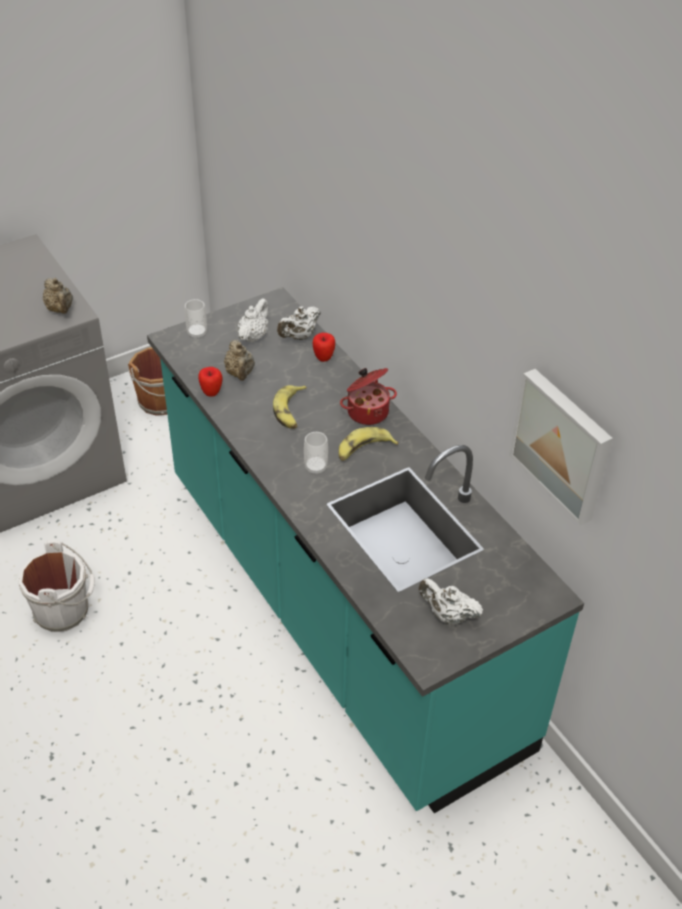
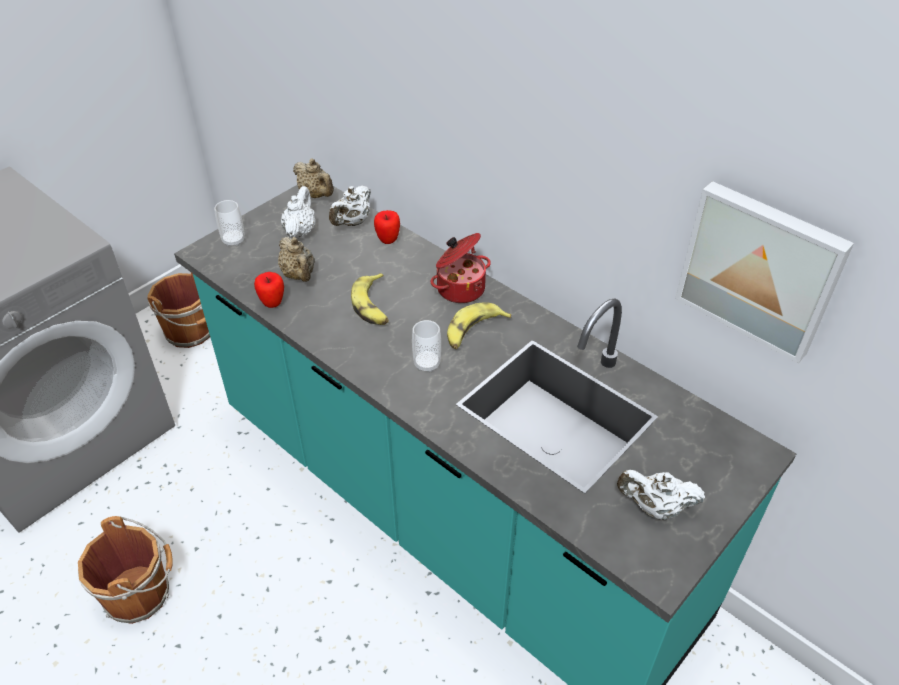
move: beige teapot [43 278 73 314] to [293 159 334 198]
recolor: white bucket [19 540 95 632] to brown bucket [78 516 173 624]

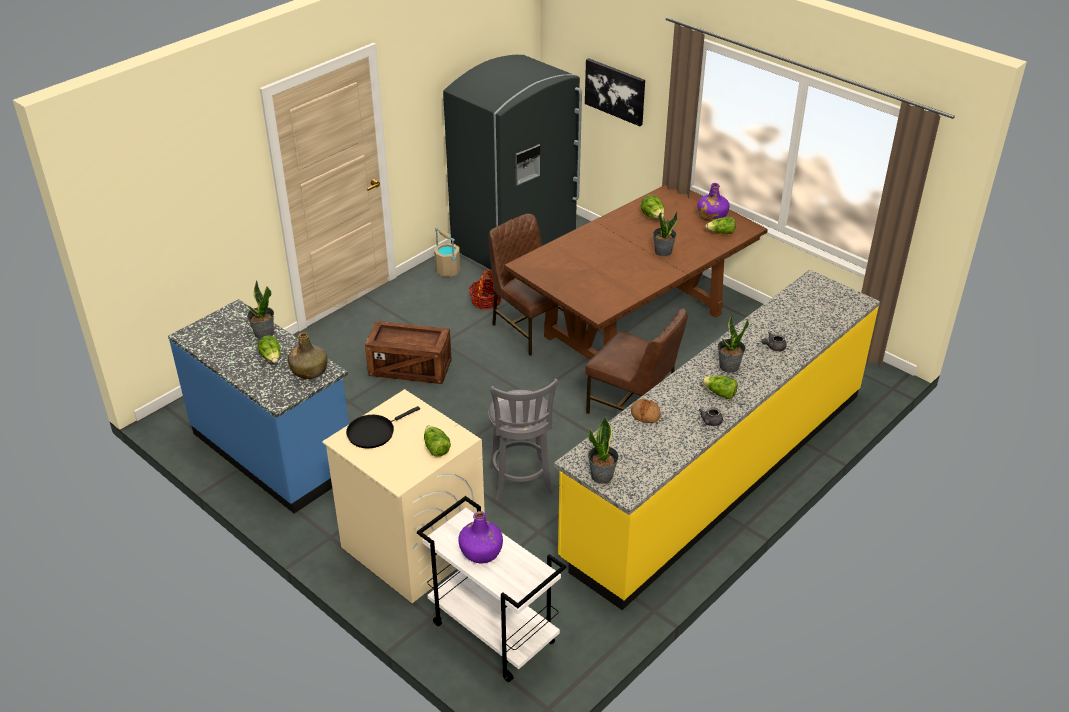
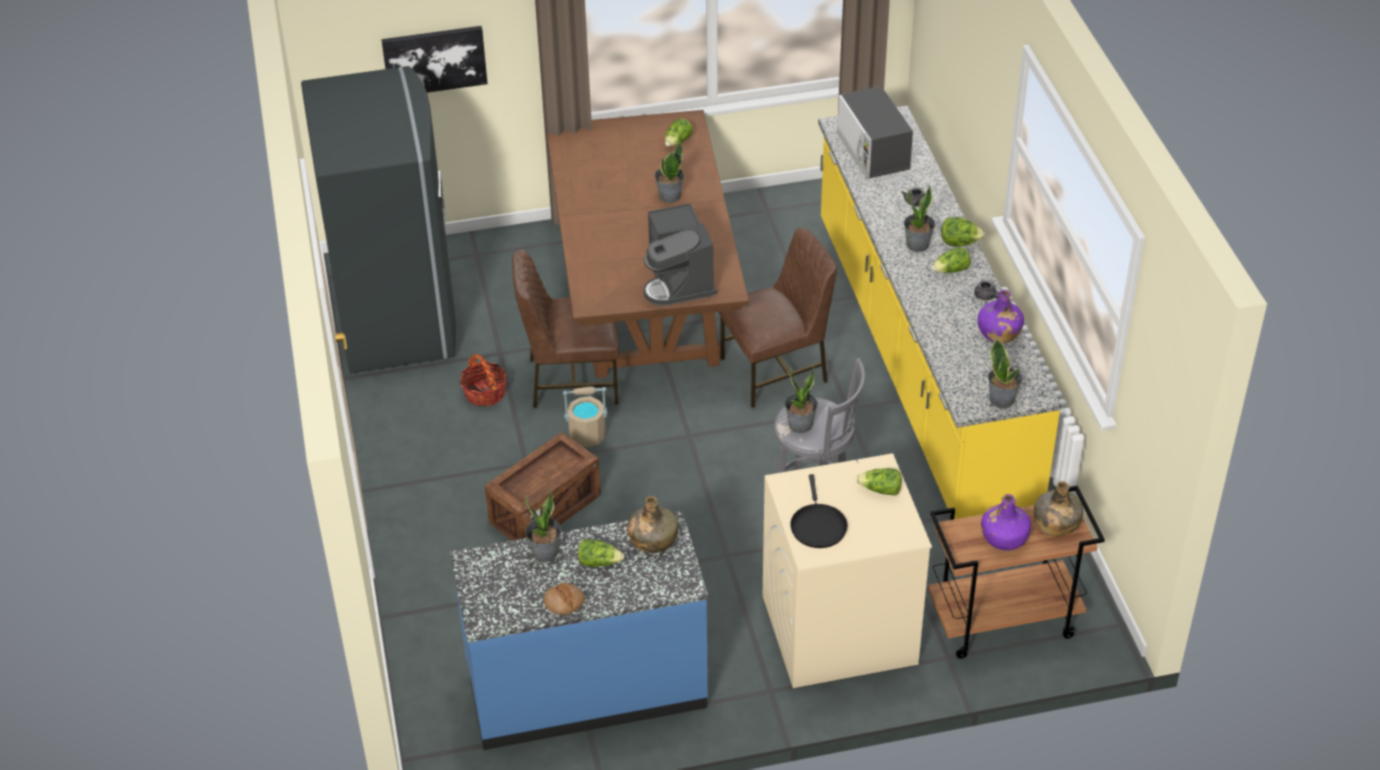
insert: coffee machine [644 203 717 306]; potted plant [785 367 818 433]; microwave [837 86 913 179]; green bottle [1034 481 1084 537]
move: beige bucket [434 227 460 277] to [563 387 608 448]; bread [631 399 661 423] to [544 583 585 615]; lettuce [641 195 665 218] to [941 217 985 247]; purple bottle [697 183 729 222] to [978 290 1024 343]
recolor: white cart [417 496 566 682] to brown cart [928 486 1105 659]

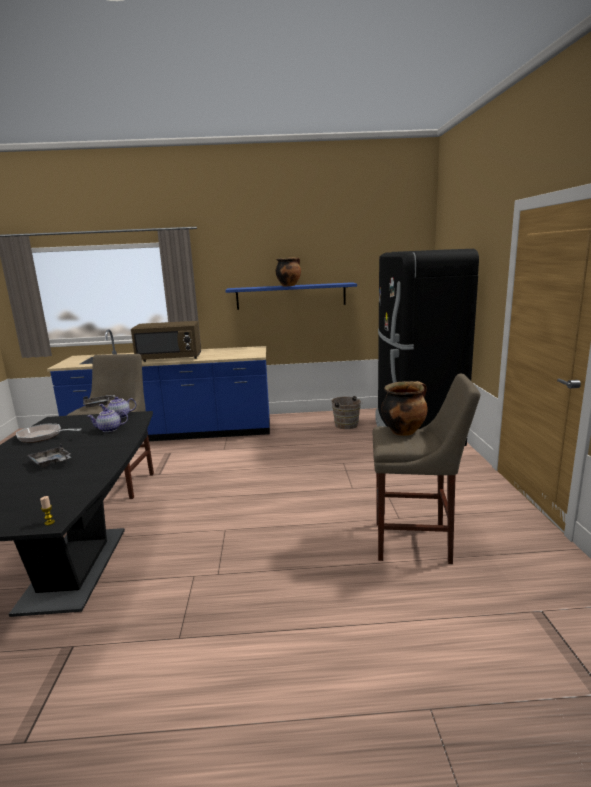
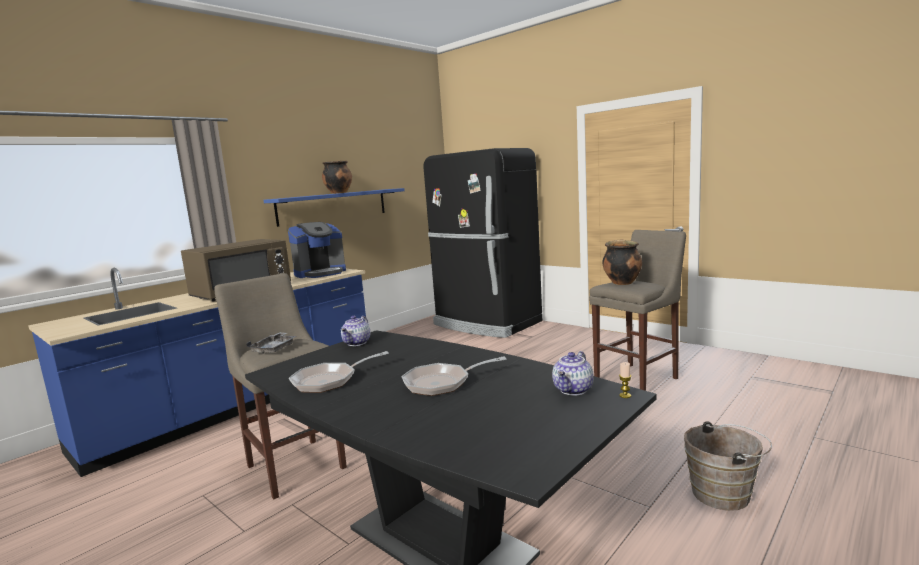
insert: coffee machine [288 222 346 278]
move: teapot [88 408 128 432] to [552 351 594 396]; brown bucket [332 396 364 429] to [684 421 772 511]
replace: grey tray [27 444 71 468] to frying pan [401 356 506 396]

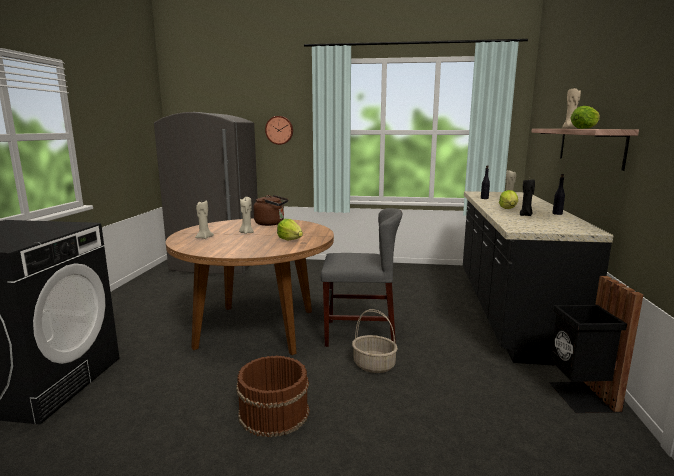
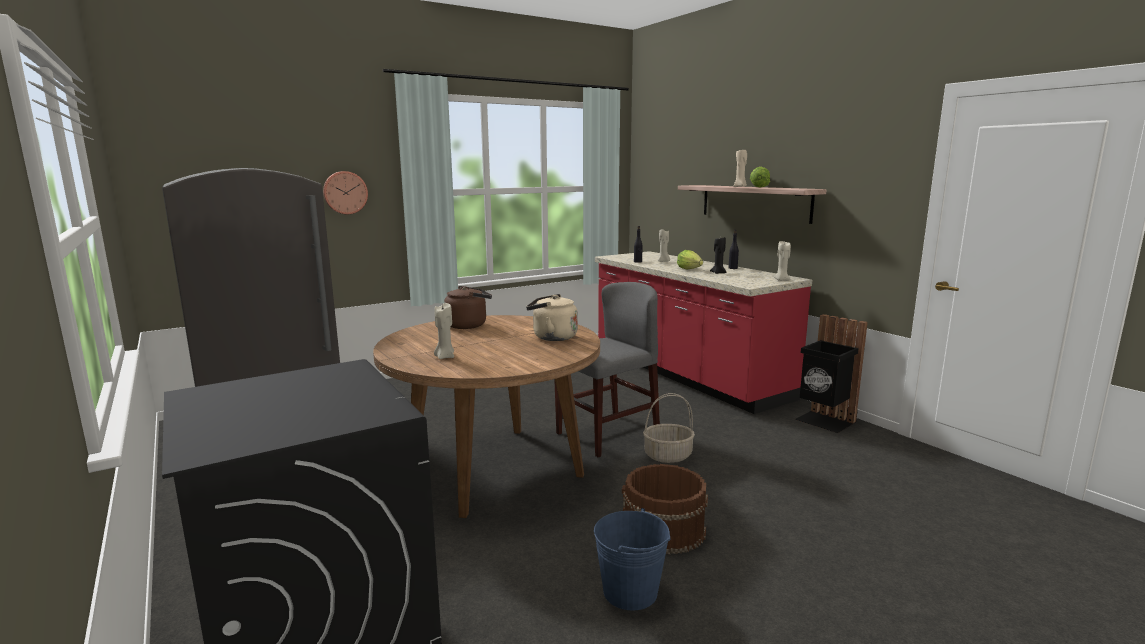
insert: blue bucket [594 508 671 611]
move: beige candle [239 197 254 234] to [774 241 791 281]
replace: lettuce [277 219 303 241] to beige kettle [526 294 578 341]
recolor: black counter [463 191 614 366] to red counter [595 251 812 414]

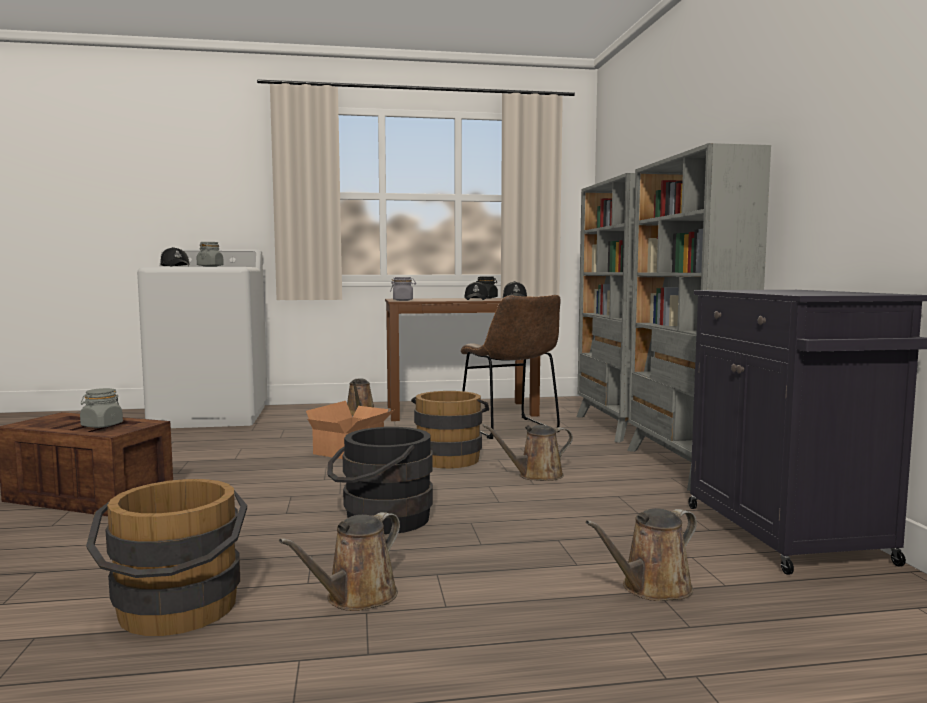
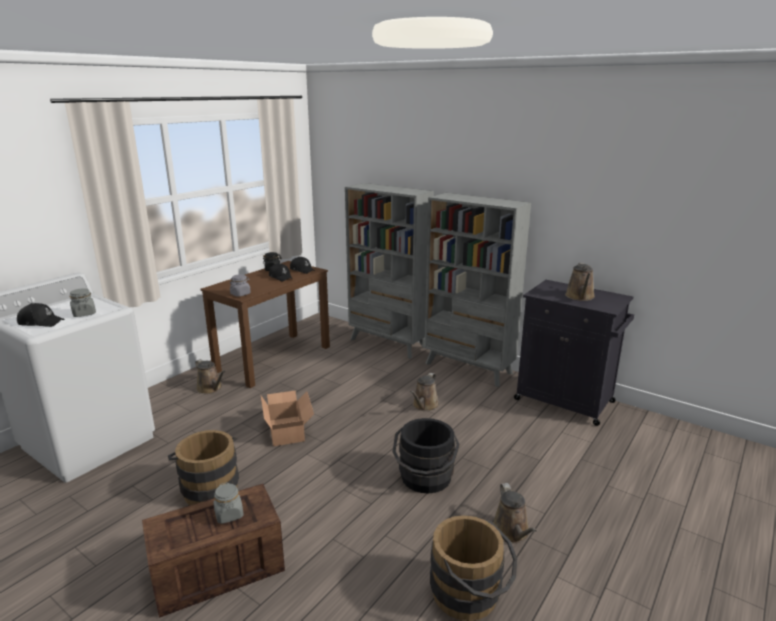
delete: brown chair [460 295 561 439]
move: brown bucket [411 391 489 468] to [168 430 239 505]; brown watering can [585 508 697 601] to [565 263 595 301]

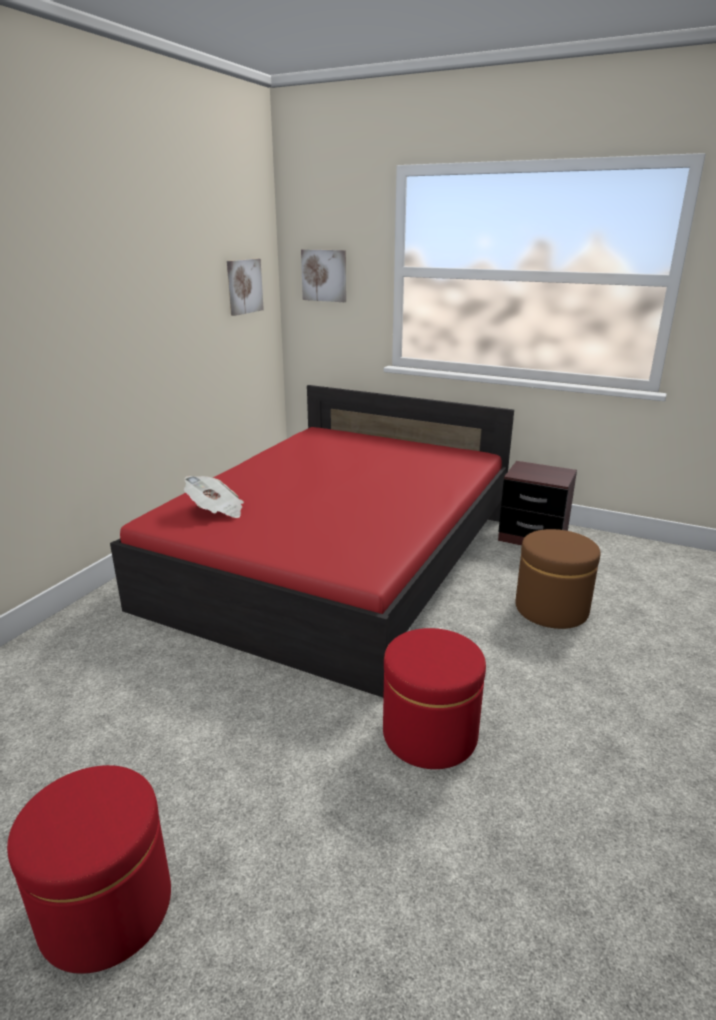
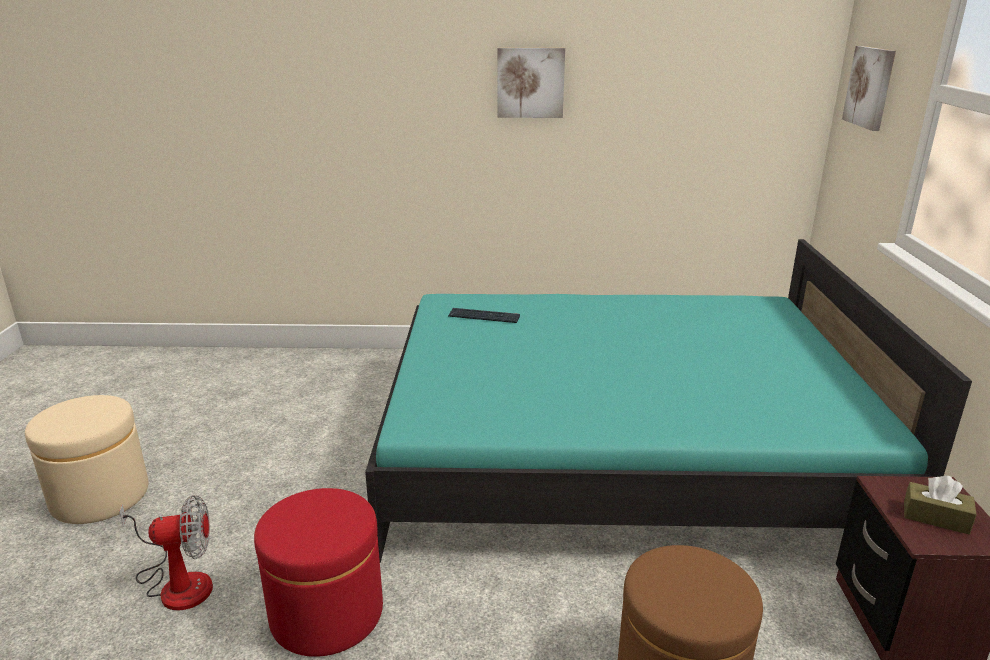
insert: fan [119 495 213 611]; brown tissue box [904 476 977 534]
move: picture [227 259 264 316] to [498 48 565 118]
replace: newspaper [184 476 244 518] to keyboard [448 308 520 323]
recolor: red ottoman [7 765 171 974] to beige ottoman [25 395 148 524]; red bed [110 385 514 698] to turquoise bed [365 239 972 563]

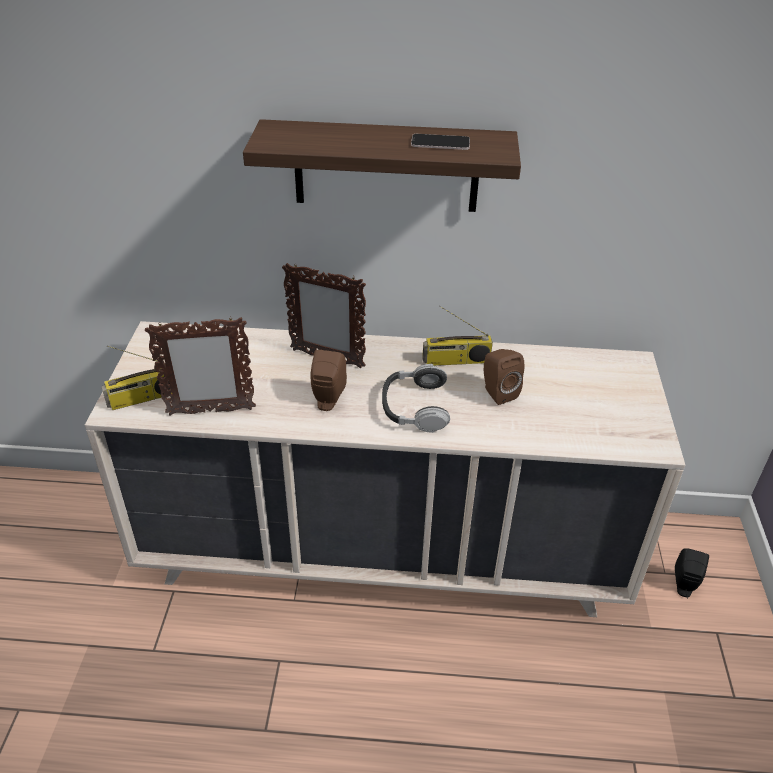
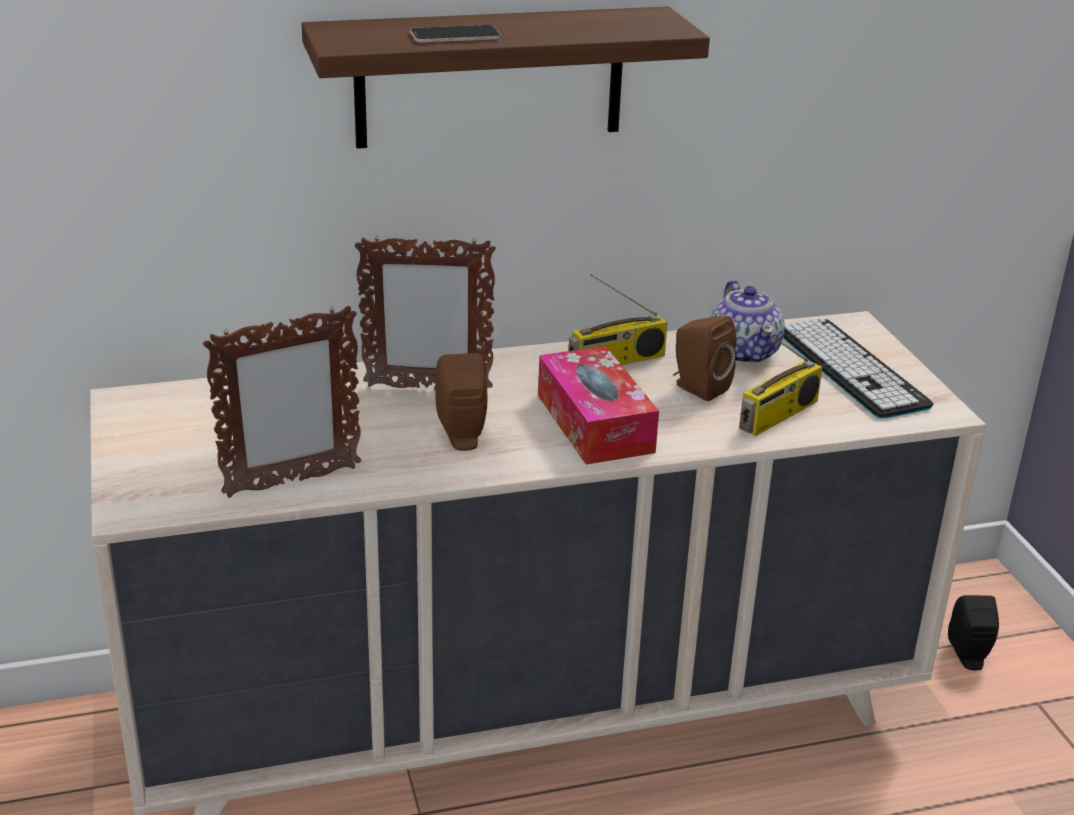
insert: teapot [710 280 785 364]; keyboard [783 318 933 419]
move: radio [101 345 172 410] to [739 330 823 436]; phone [411 134 470 150] to [410 25 501 42]
replace: headphones [382 364 450 433] to tissue box [538 346 659 465]

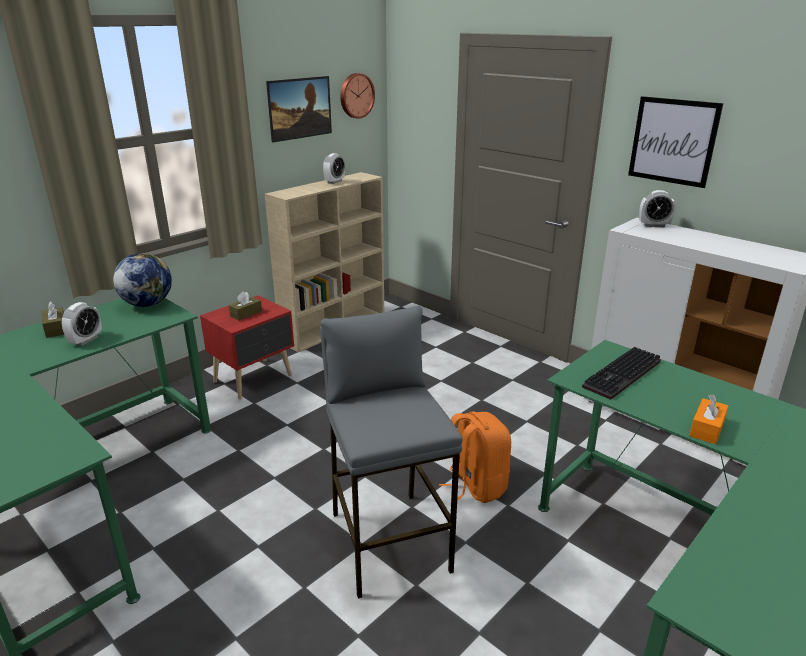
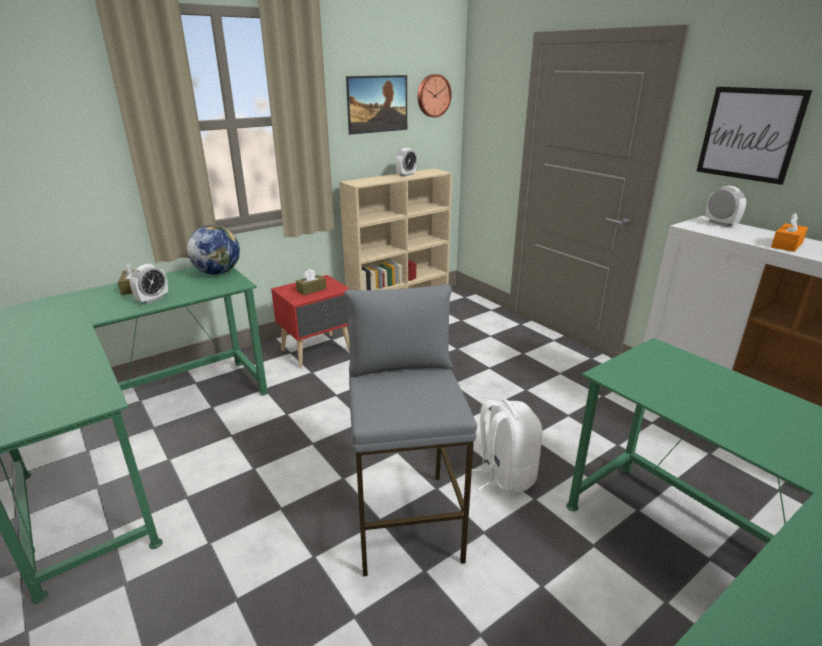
delete: keyboard [582 347 661 400]
move: orange tissue box [689 394 728 444] to [771 213 808 252]
recolor: orange backpack [439 411 511 503] to white backpack [472 400 542 494]
rotate: alarm clock [639 190 676 227] = [705 186 746 227] 135 degrees counterclockwise

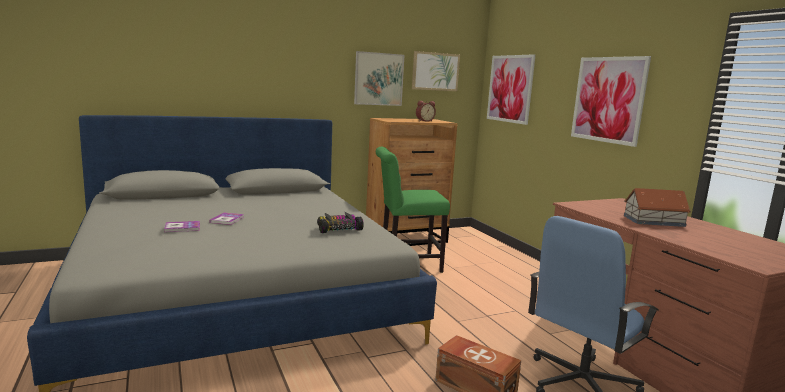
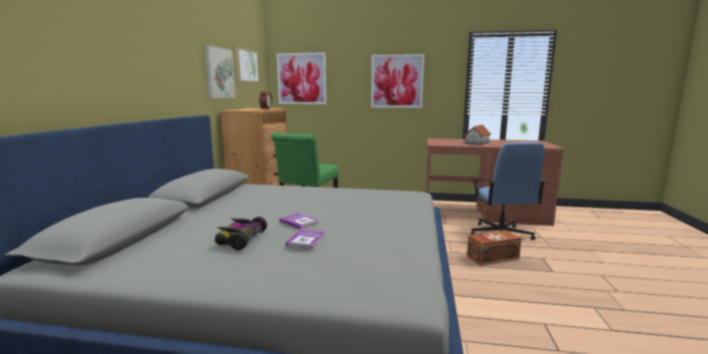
move: toy car [317 212 364 233] to [214 217 267 250]

